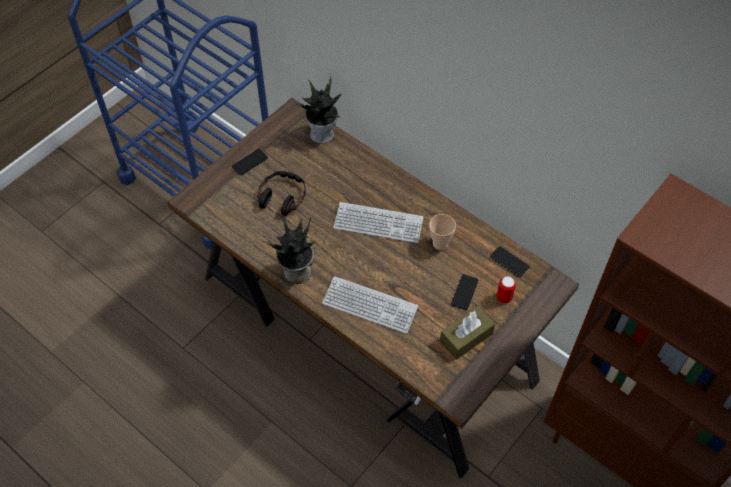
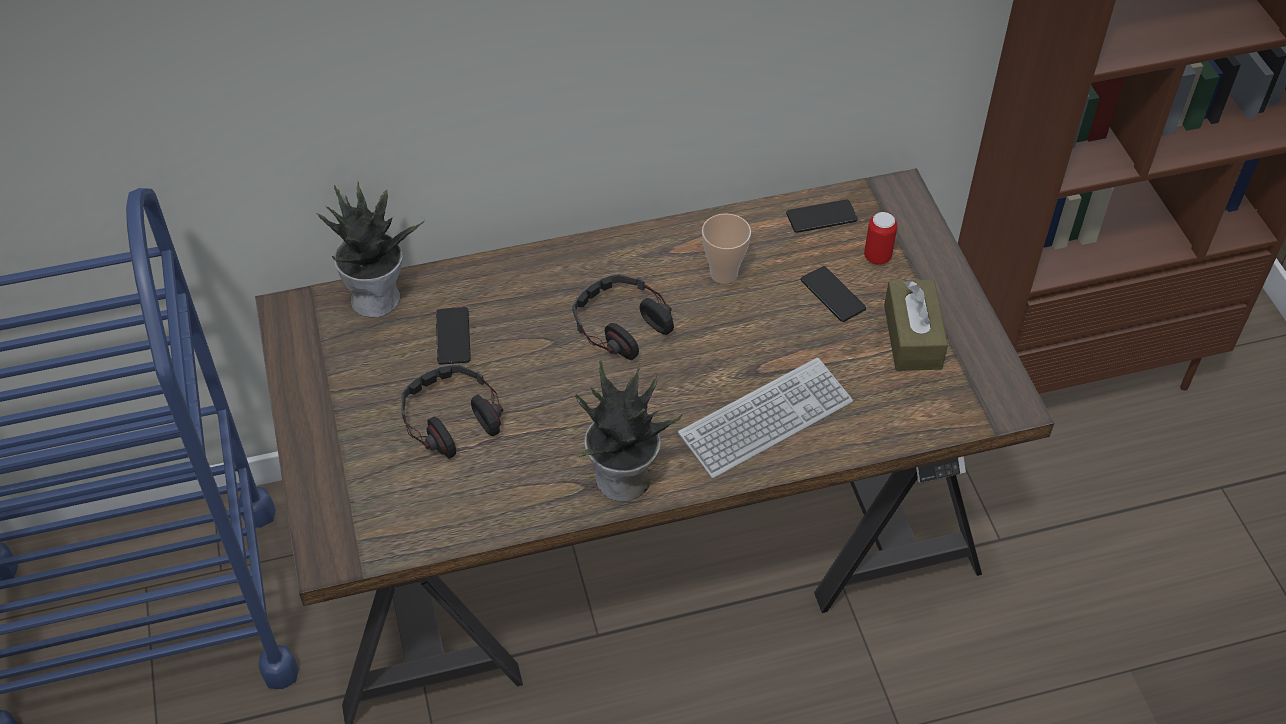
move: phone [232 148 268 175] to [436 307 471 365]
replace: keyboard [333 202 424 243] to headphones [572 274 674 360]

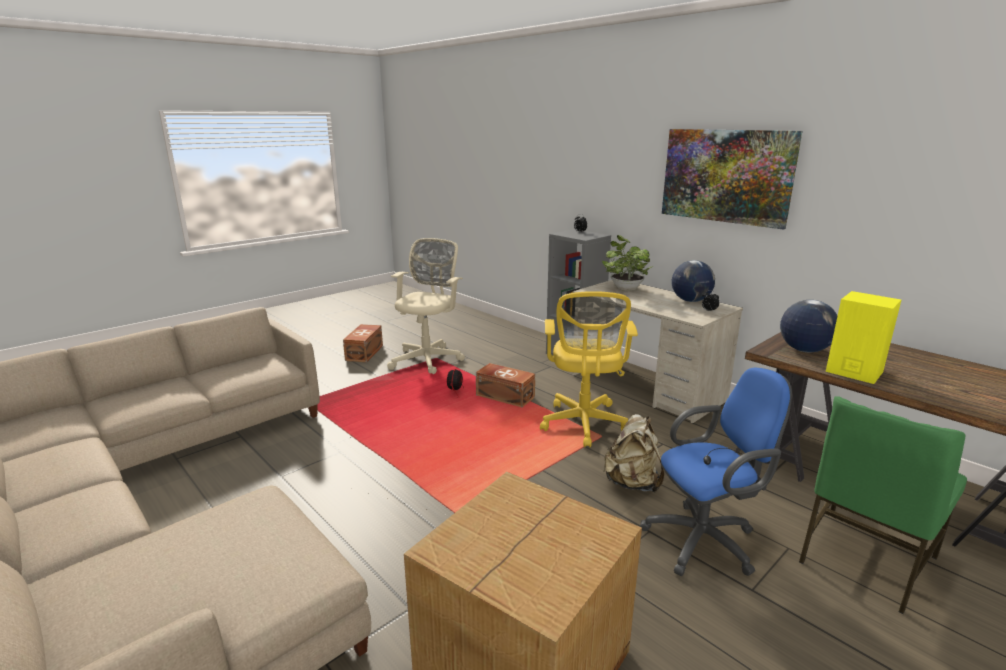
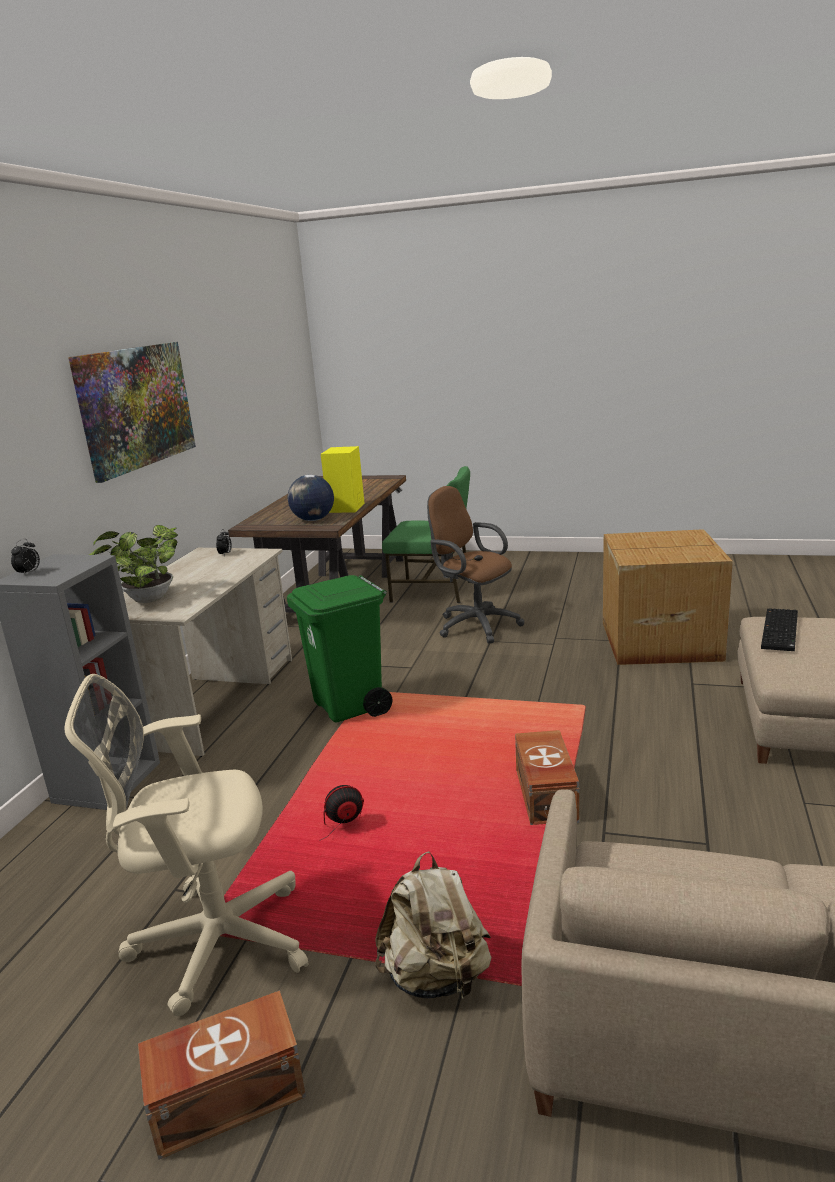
delete: globe [672 260 715 302]
insert: keyboard [761 608 798 651]
move: brown storage box [476 363 535 408] to [515 730 579 825]; beige backpack [603 414 664 493] to [375 851 492 1000]
replace: yellow office chair [540 291 638 447] to green trash can [287 575 392 723]
recolor: blue office chair [640 368 792 576] to brown office chair [427 486 524 644]

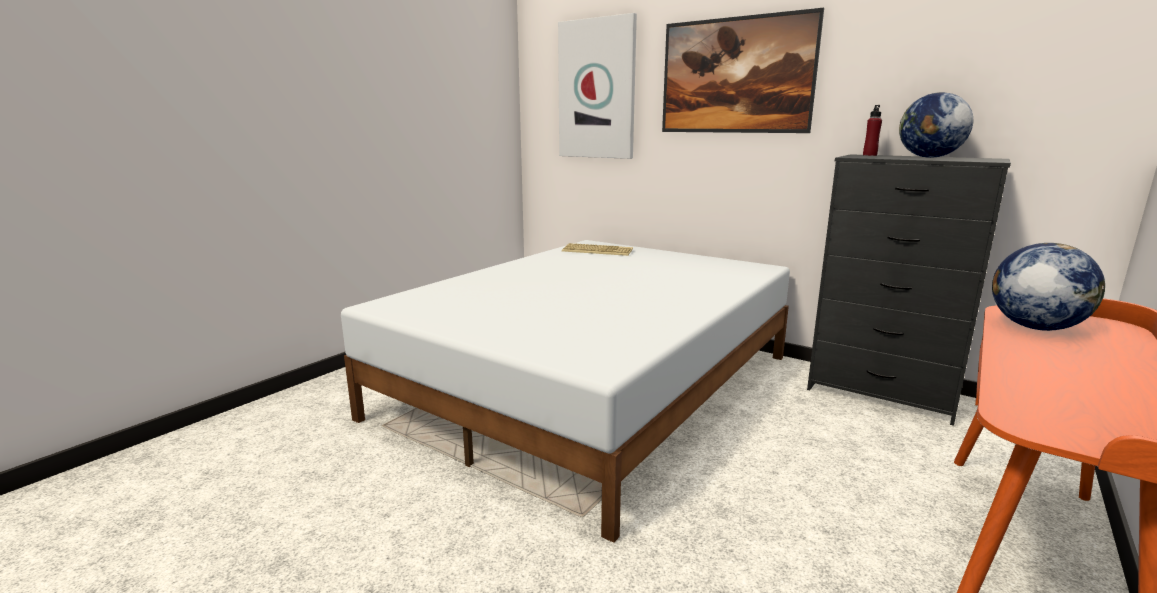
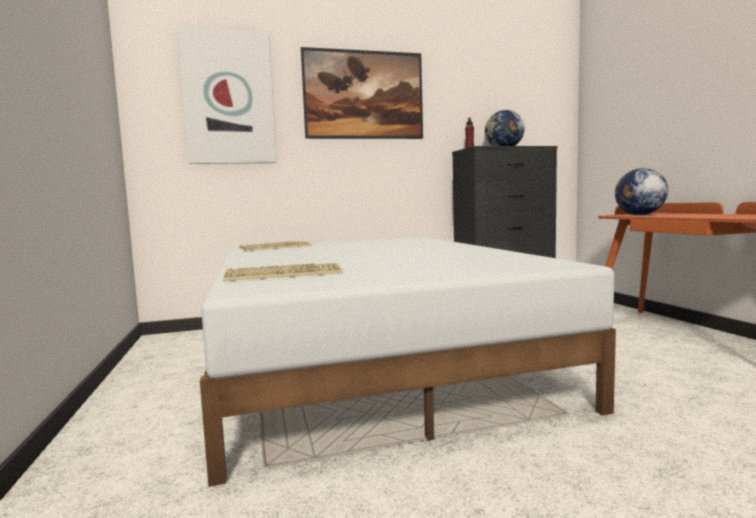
insert: keyboard [223 263 343 281]

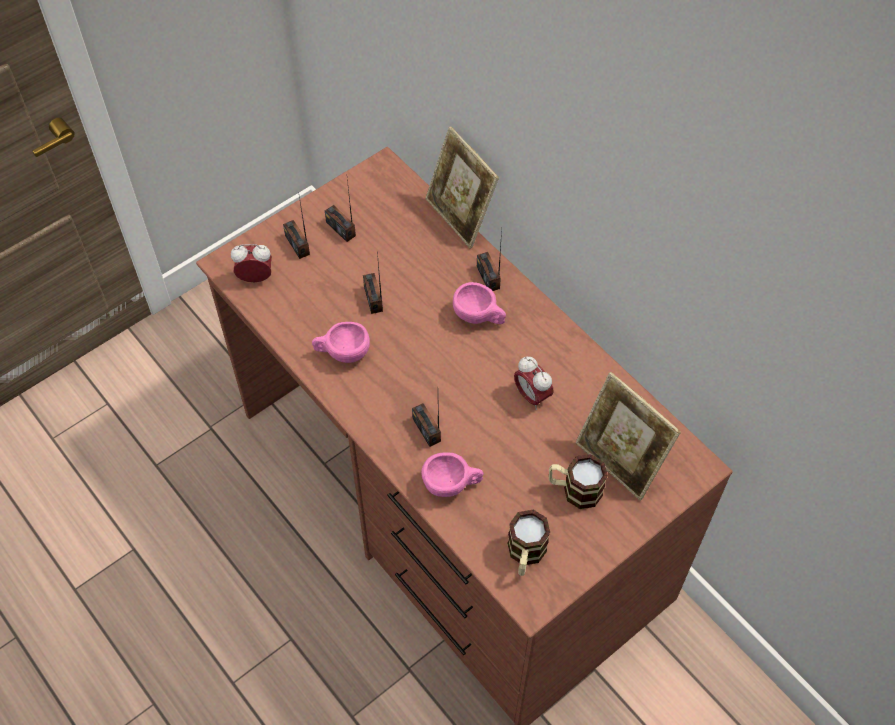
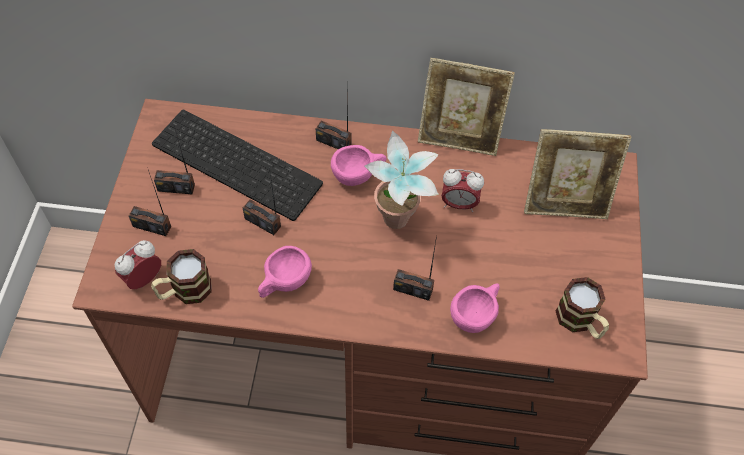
insert: keyboard [152 110 323 221]; potted plant [365 130 439 229]
move: picture frame [425 126 499 249] to [418 58 515 156]; mug [549 454 608 509] to [151 249 212 304]

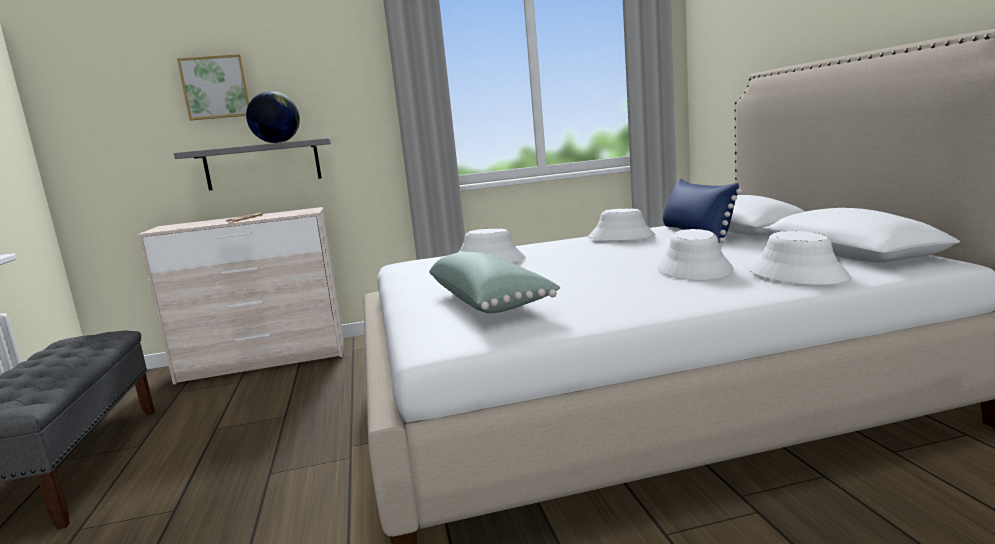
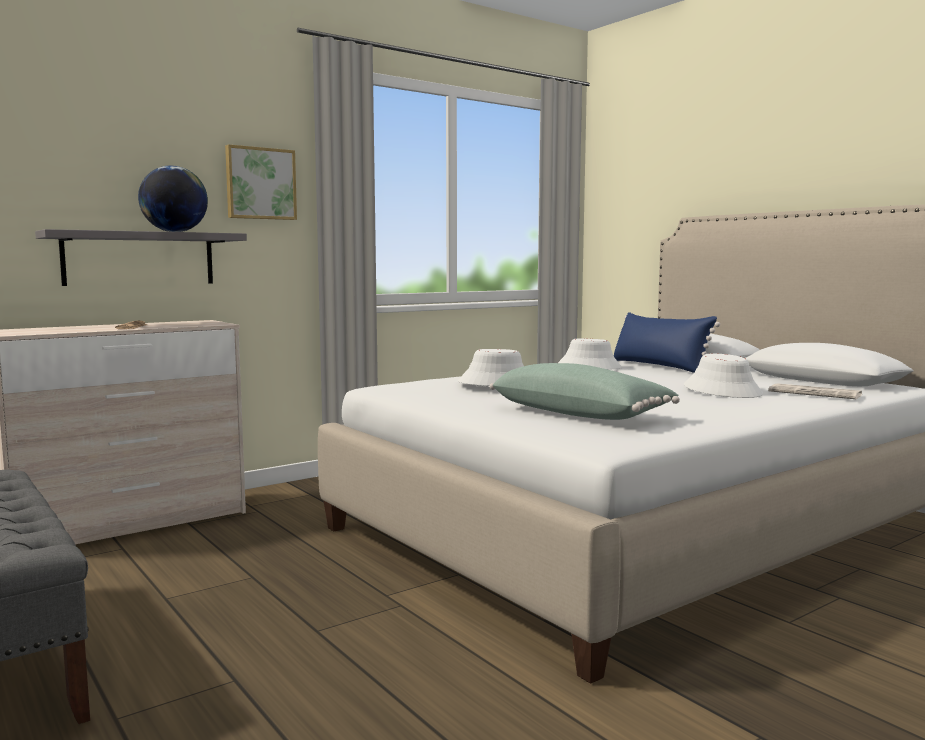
move: picture [177 54 250 120] to [225 144 297 220]
replace: white hat [748 231 851 285] to newspaper [768 383 862 399]

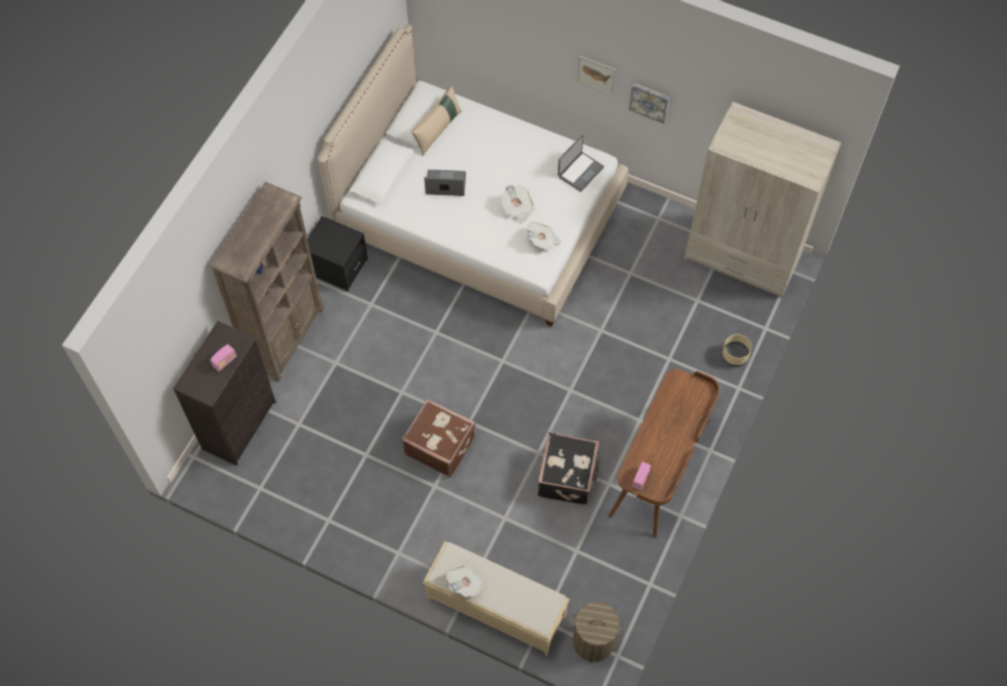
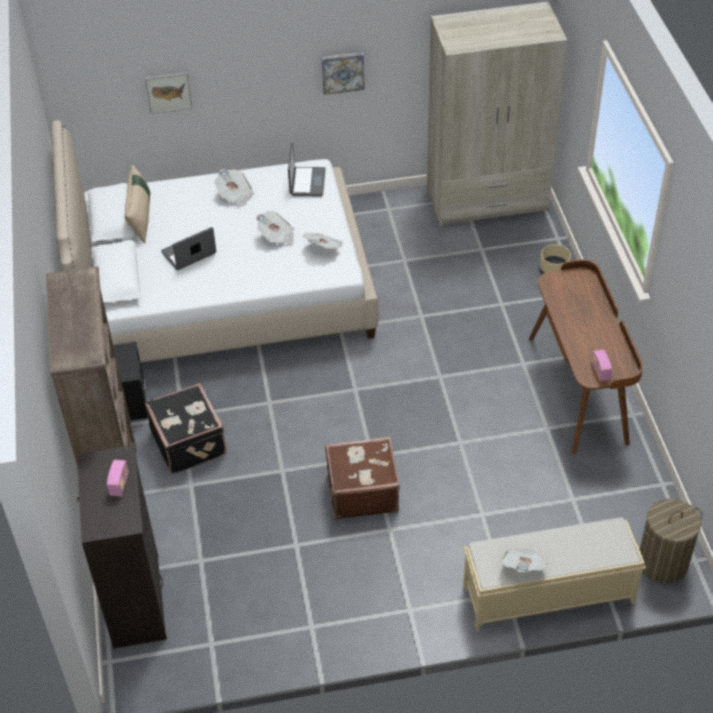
insert: newspaper [215 169 254 207]
move: black suitcase [537 432 601 505] to [145 383 226 474]; picture [577 56 616 95] to [145 72 193 114]

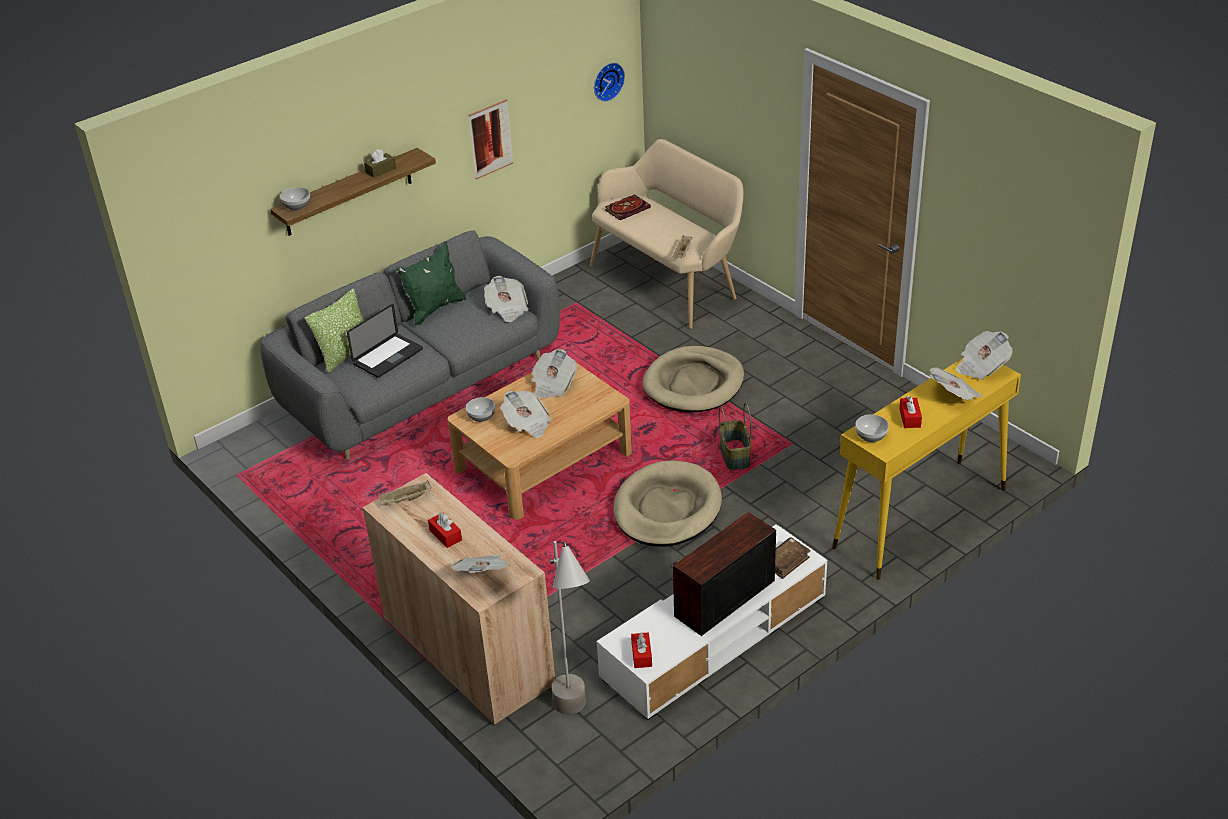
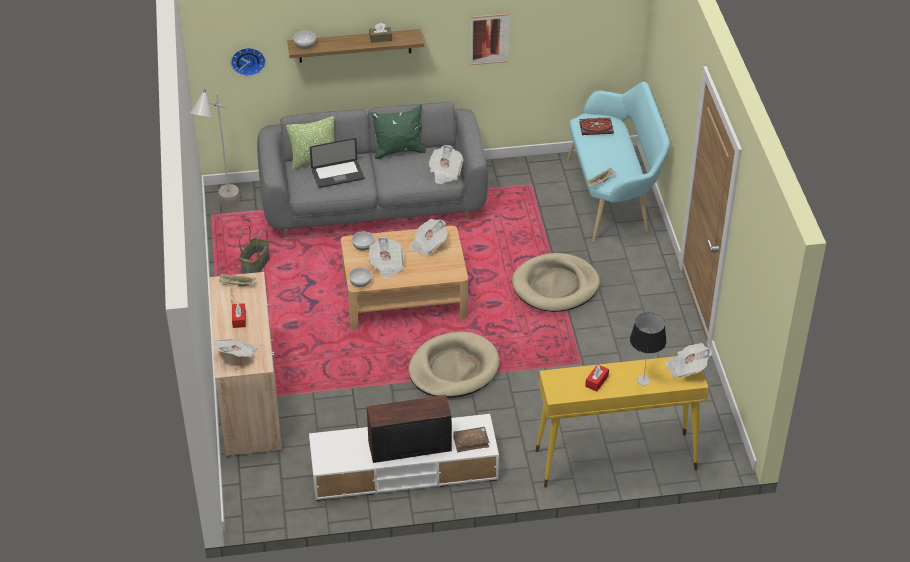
delete: red tissue box [631 632 652 668]
move: grey floor lamp [550 541 590 715] to [190 89 240 208]; wall clock [594 62 625 102] to [231 48 266 76]; basket [719 403 751 470] to [239 225 269 274]; bowl [856 414 889 442] to [349 267 372 287]
replace: newspaper [929 367 983 400] to table lamp [630 313 667 385]
recolor: beige bench [590 139 744 329] to turquoise bench [567 82 670 242]

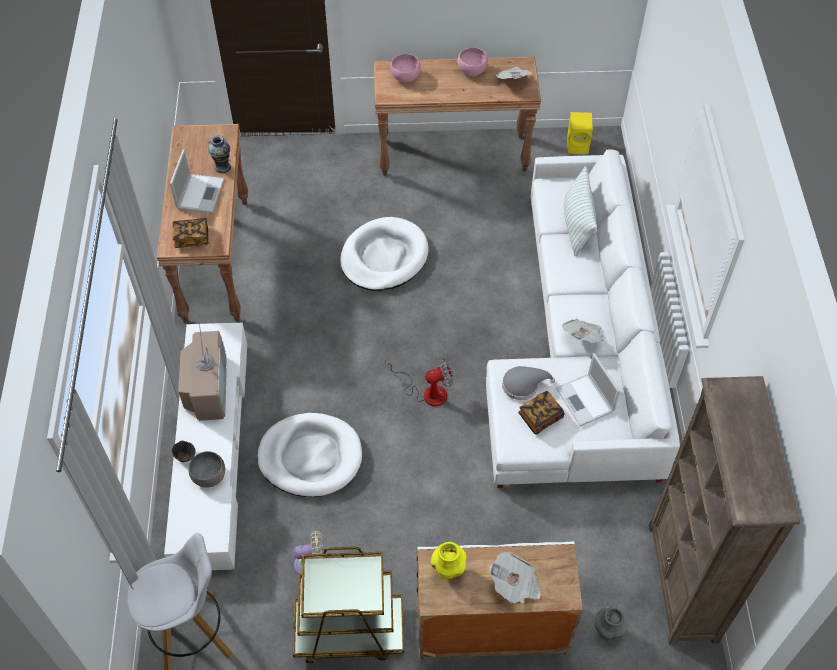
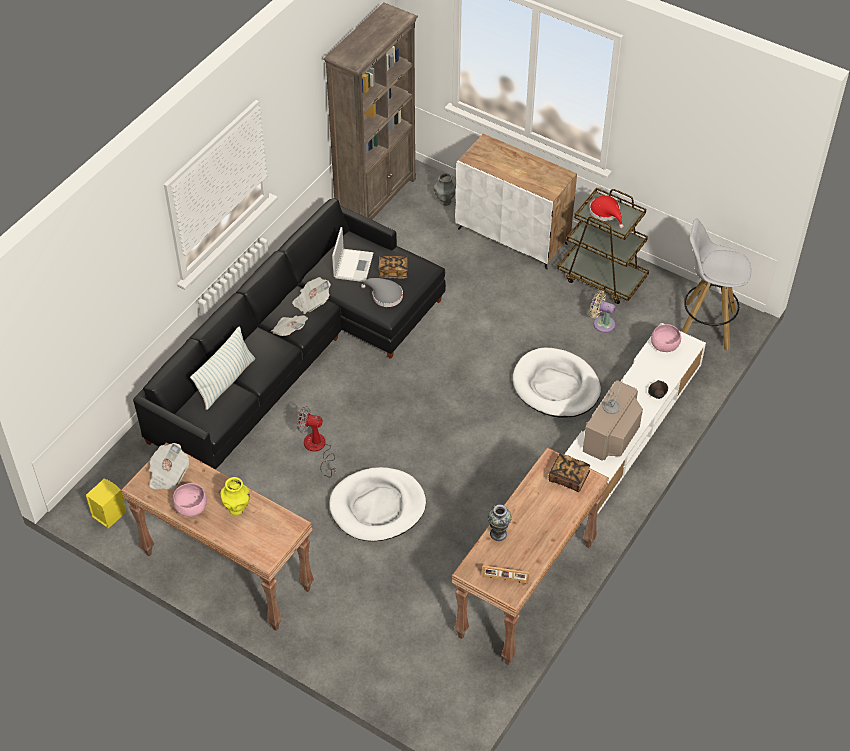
delete: laptop [170 150 224 213]; grey bowl [188 451 225 488]
insert: picture frame [482 565 529 584]; red hat [589 195 624 228]
move: fan [385 358 454 406] to [297 406 336 477]; pink bowl [390 54 421 82] to [651 324 681 352]; yellow vase [431 542 467 579] to [220 477 249 515]; newspaper [489 552 541 604] to [271 315 308 336]
recolor: white sofa [486 149 680 488] to black sofa [133 198 446 469]

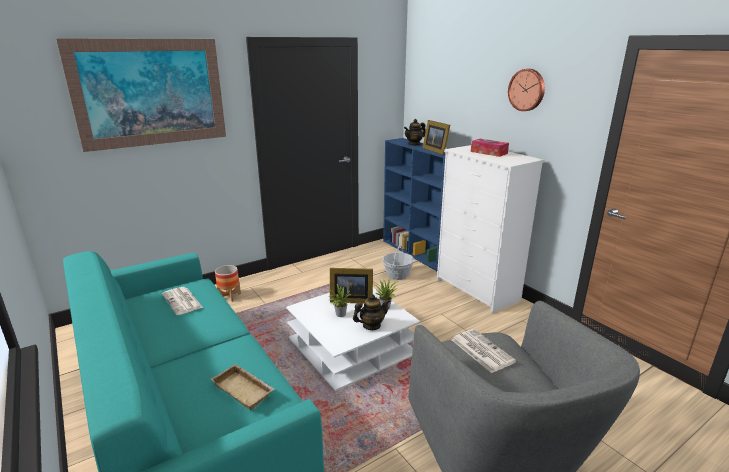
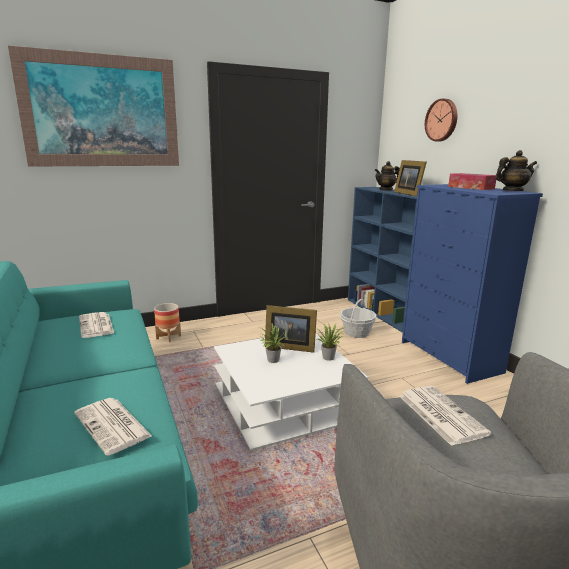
move: teapot [353 294 391 330] to [495 150 537 191]; wall clock [508 69 545 111] to [425 99 458 141]
replace: beige tray [211 364 275 410] to newspaper [74 398 152 456]
recolor: white dresser [437 145 544 313] to blue dresser [402 184 543 384]

